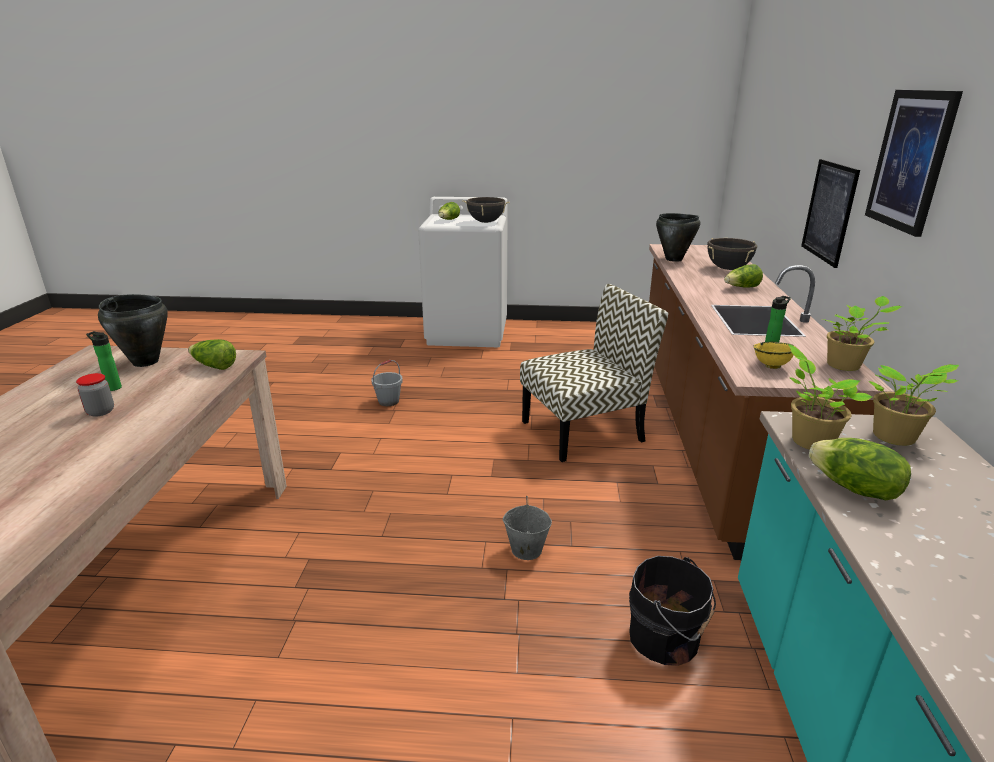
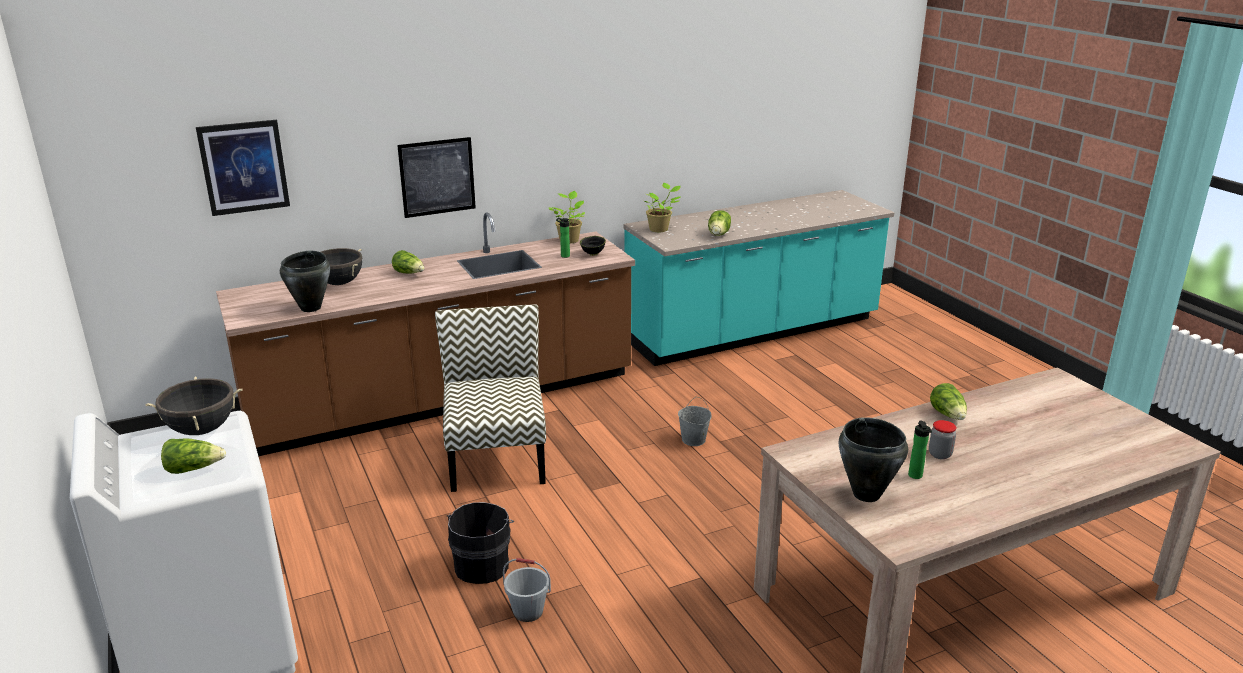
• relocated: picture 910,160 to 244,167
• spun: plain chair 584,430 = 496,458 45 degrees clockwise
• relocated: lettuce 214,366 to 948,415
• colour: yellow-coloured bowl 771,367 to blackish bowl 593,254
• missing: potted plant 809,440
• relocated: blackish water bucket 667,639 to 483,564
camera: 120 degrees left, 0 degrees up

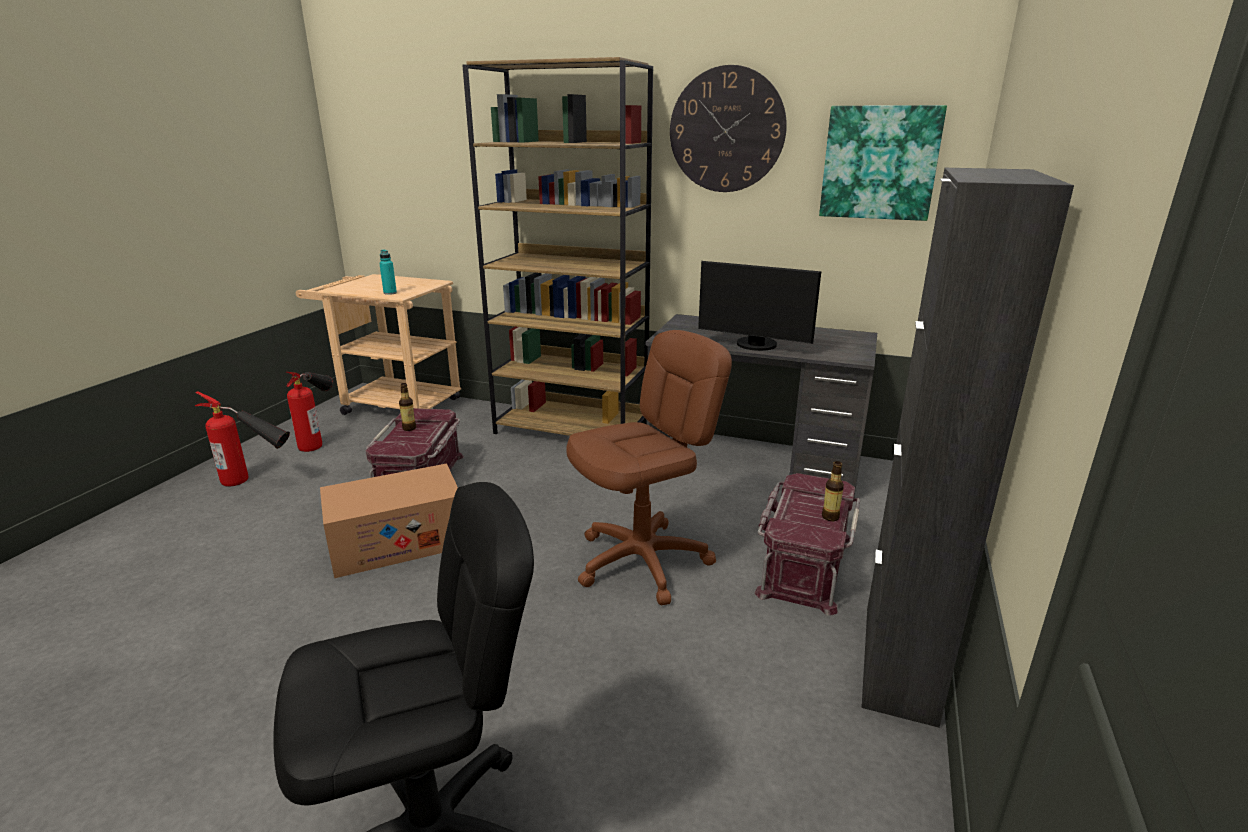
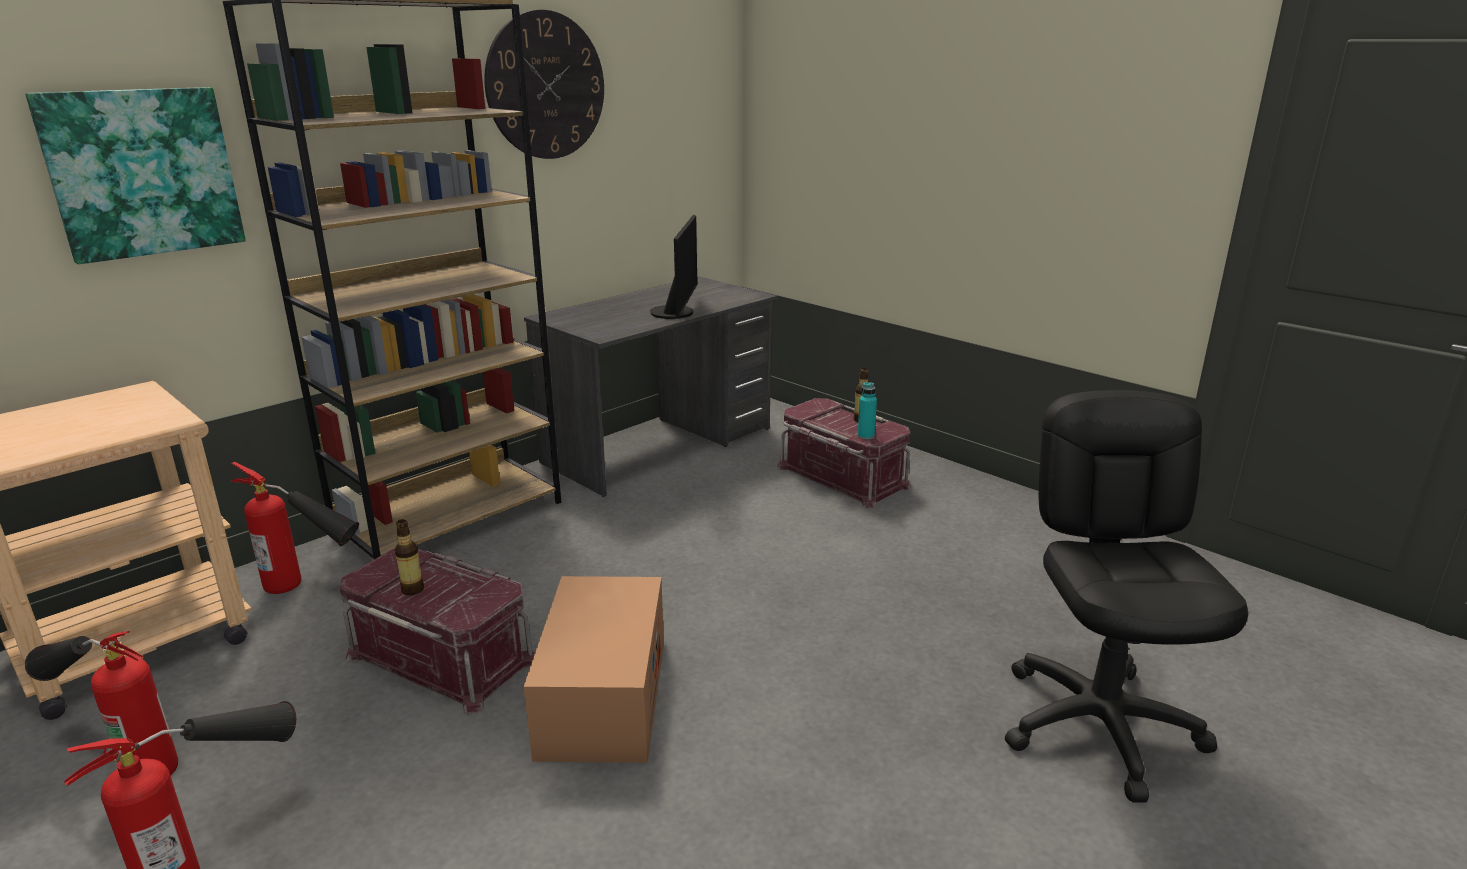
• relocated: picture 879,163 to 143,173
• missing: blackish storage cabinet 899,662
• relocated: turquoise drink bottle 390,293 to 866,436
• spun: computer display 755,345 = 677,313 45 degrees counterclockwise
• missing: brownish computer chair 643,561
• appeared: fire extinguisher 311,589
camera: 65 degrees left, 0 degrees up

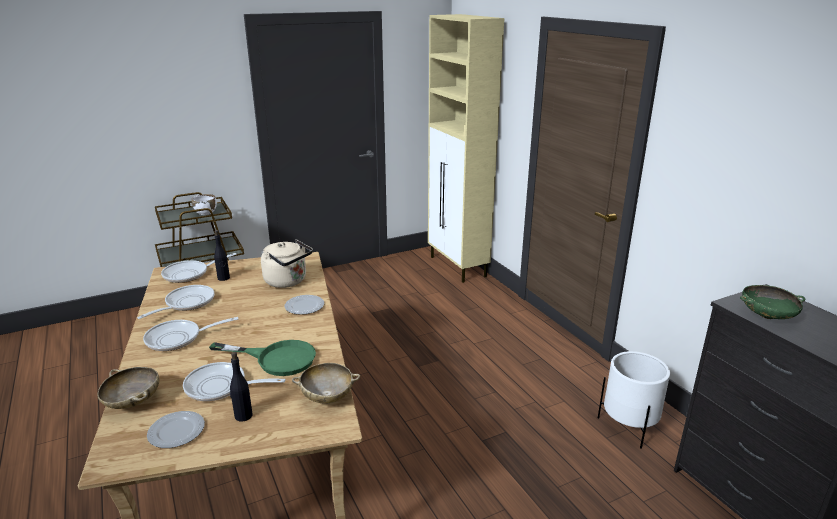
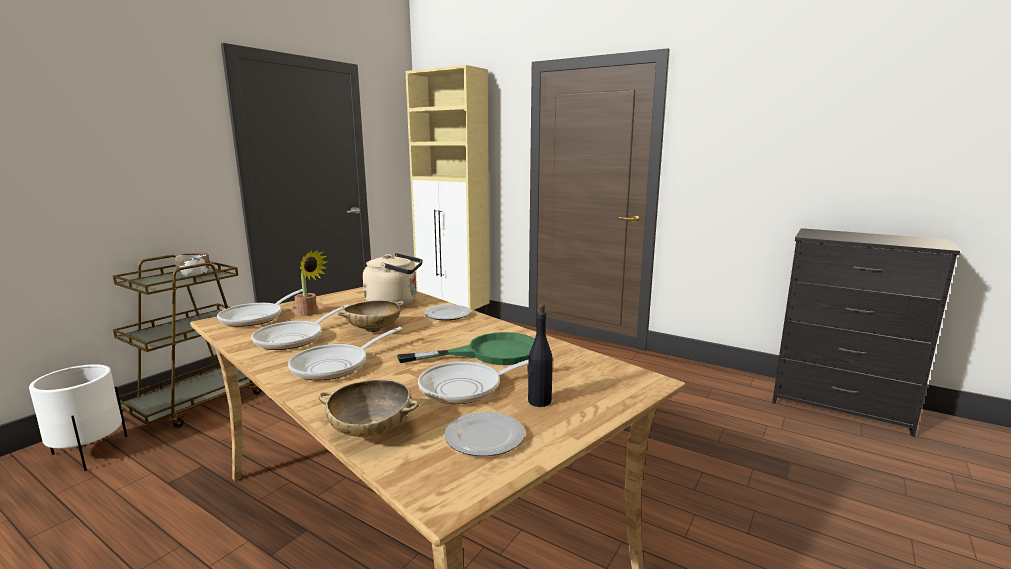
• exchanged: blackish drink bottle 223,278 to potted plant 309,313
• spun: skillet 186,303 = 294,338 150 degrees counterclockwise
• missing: greenish bowl 767,316
• relocated: white plant pot 628,427 to 89,453
• relocated: beige bowl 327,396 to 373,329
camera: 30 degrees left, 10 degrees down

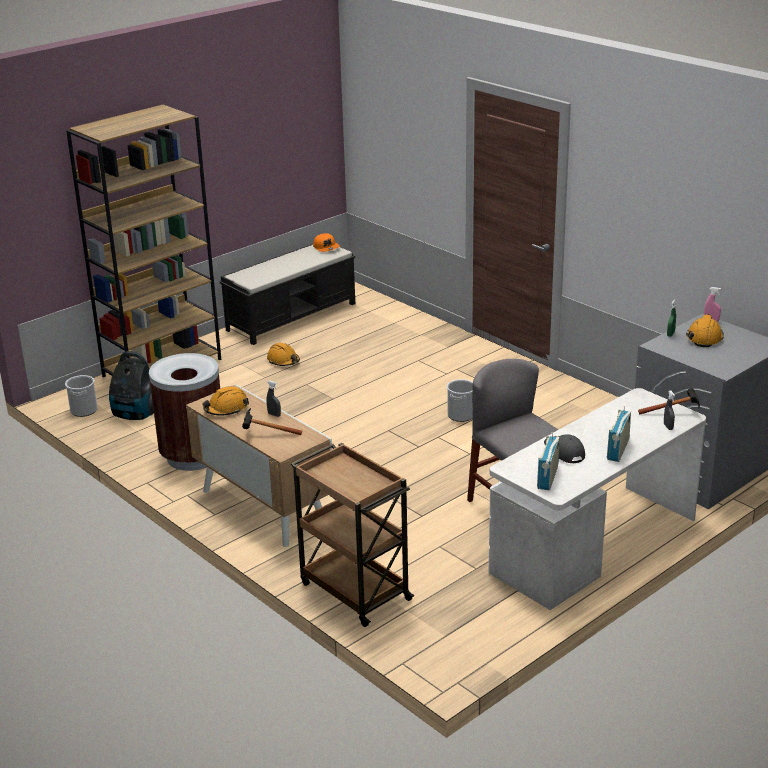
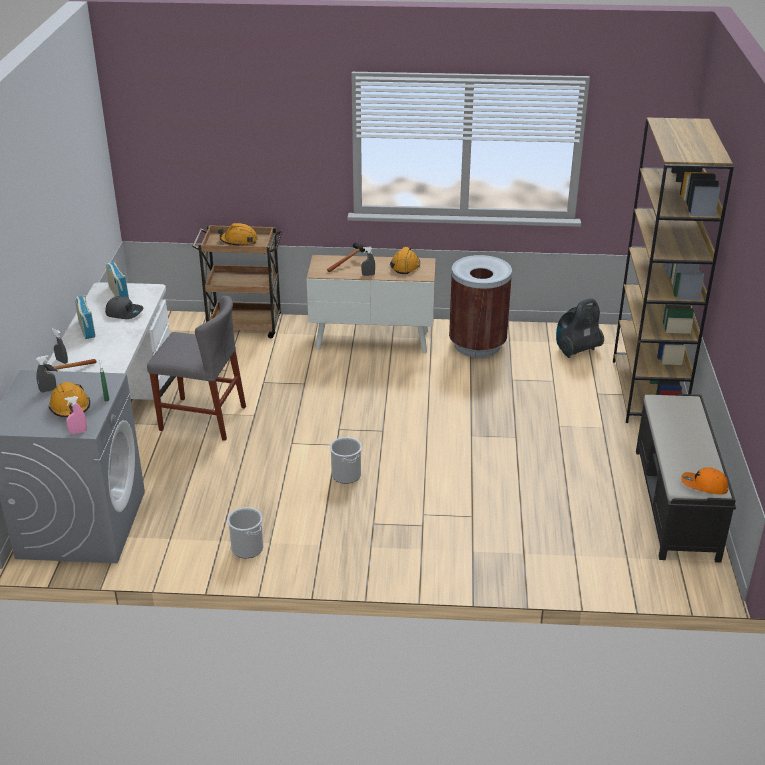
• relocated: orangey work helmet 283,361 to 239,241
• relocated: water bucket 84,410 to 247,548
• appeared: greyish hand sprayer 48,390
camera: 135 degrees right, 5 degrees up

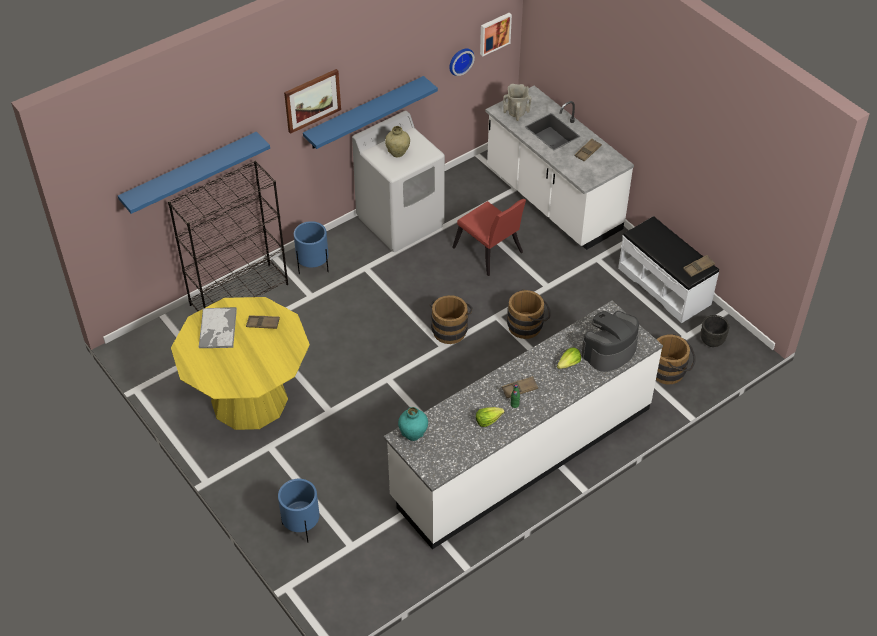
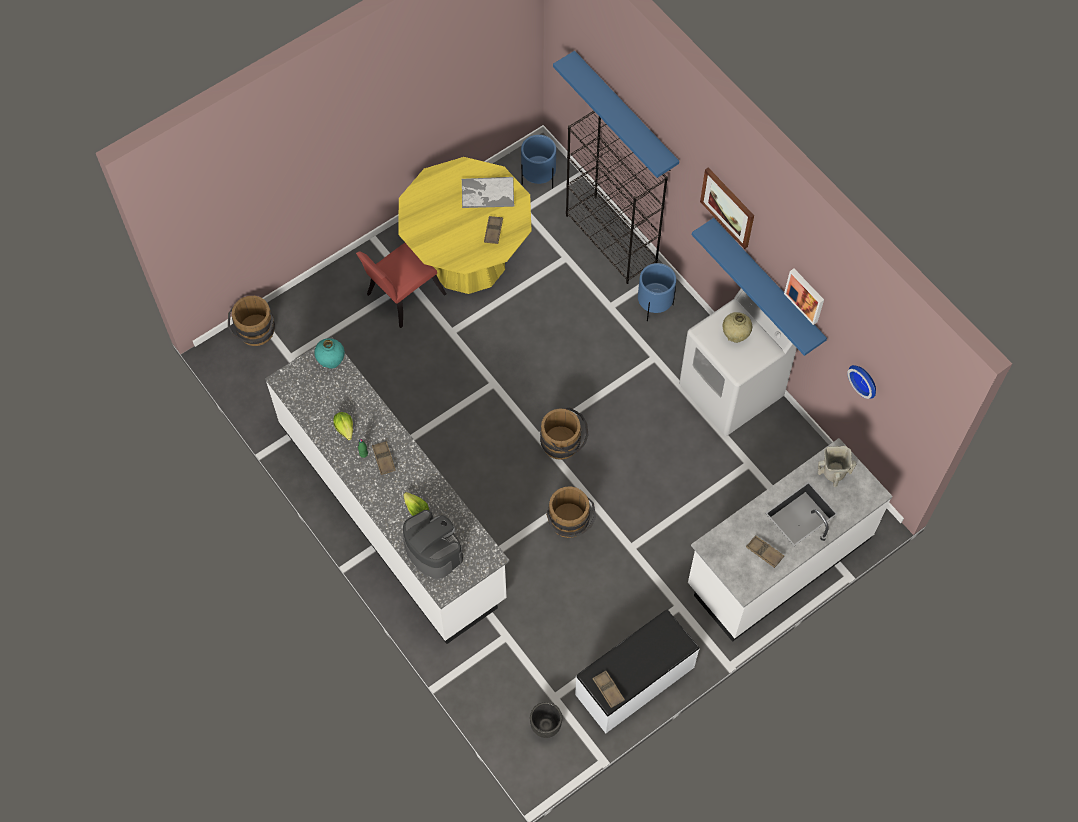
• relocated: picture 494,33 to 805,295
• relocated: reddish plain chair 490,253 to 401,296
• relocated: brownish water bucket 670,371 to 255,334
• relocated: blue-coloured plant pot 301,526 to 538,179
camera: 90 degrees right, 15 degrees up

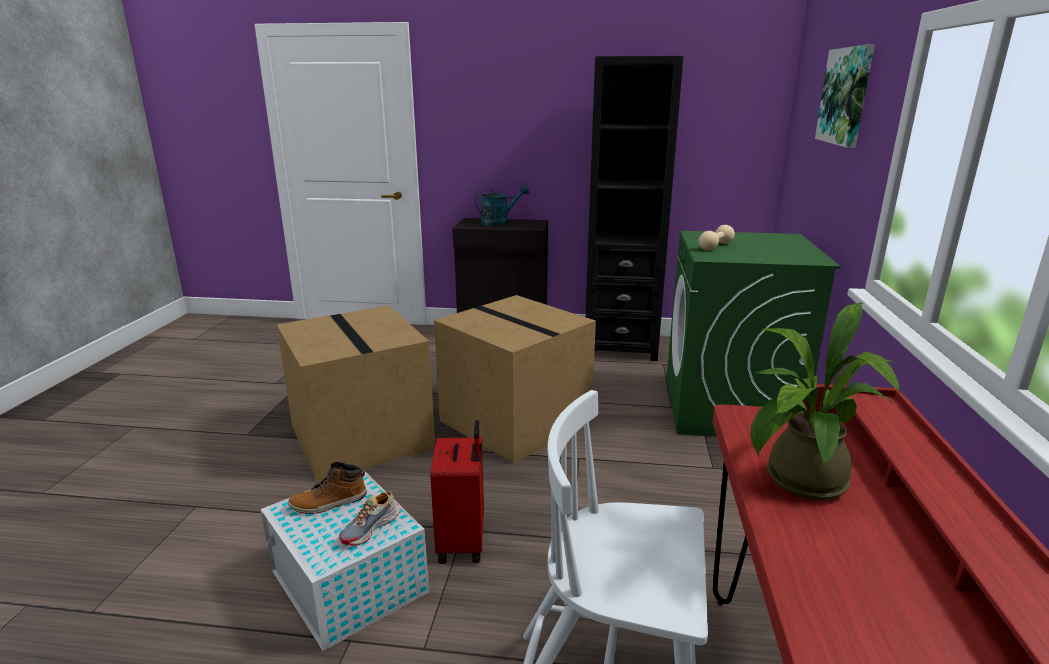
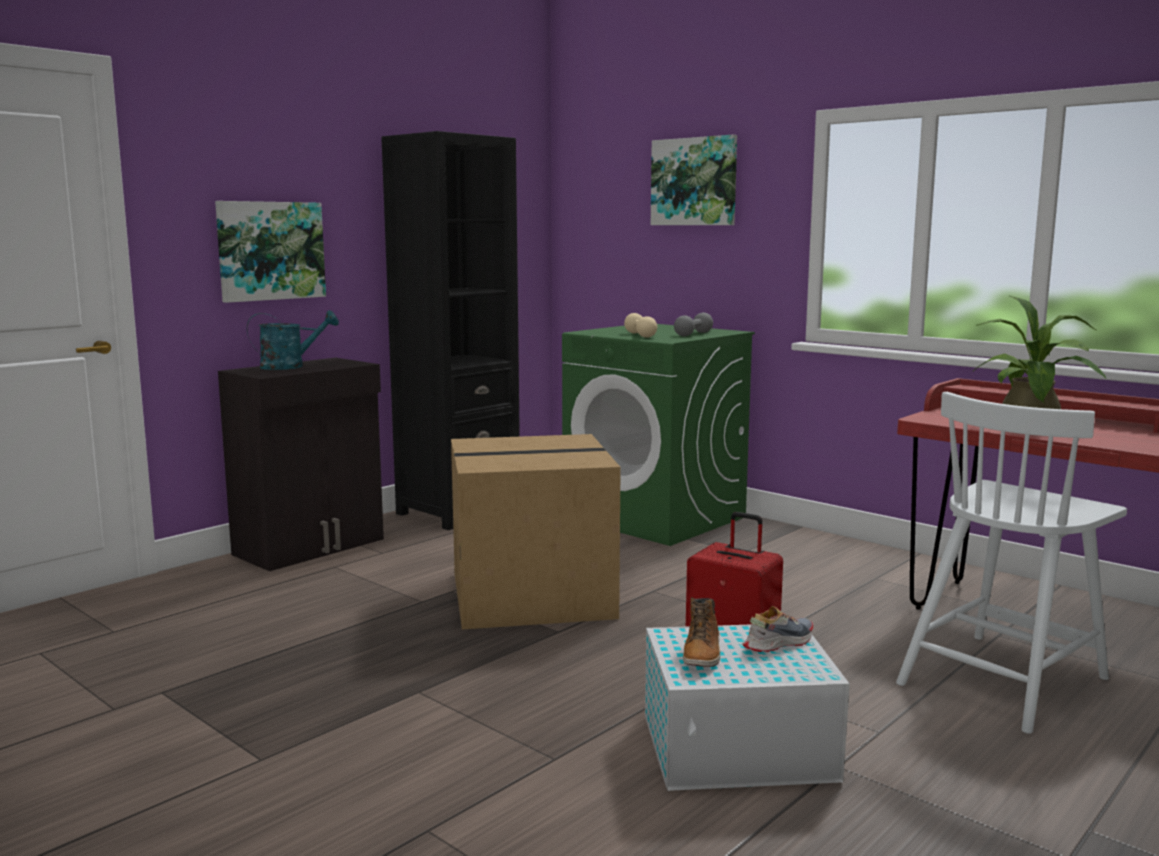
• spun: turquoise sprinkling can 499,222 = 290,366 60 degrees clockwise
• missing: packing box 359,436
• spun: low shoe 371,528 = 778,643 105 degrees counterclockwise
• appeared: picture 270,250
• appeared: greyish dumbbell 693,334
camera: 55 degrees left, 10 degrees down

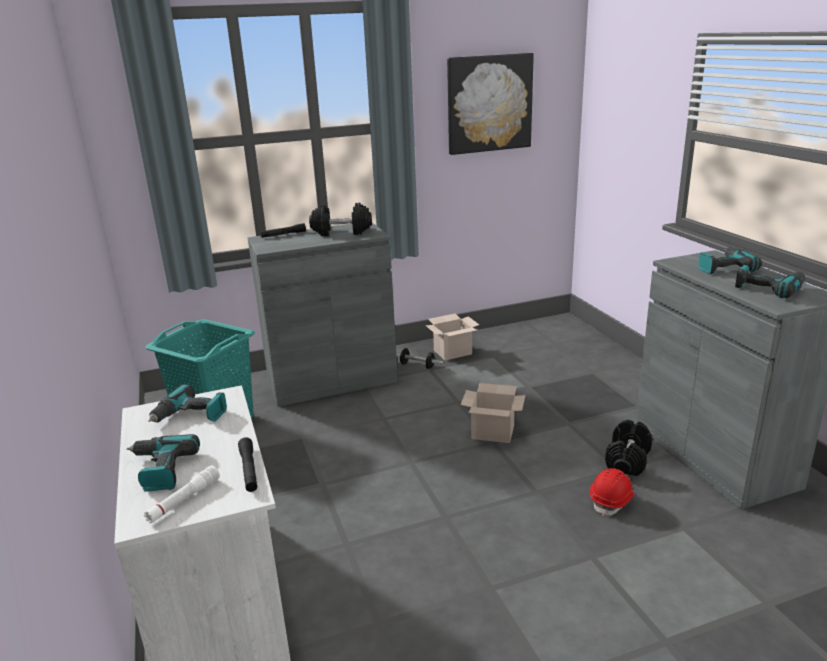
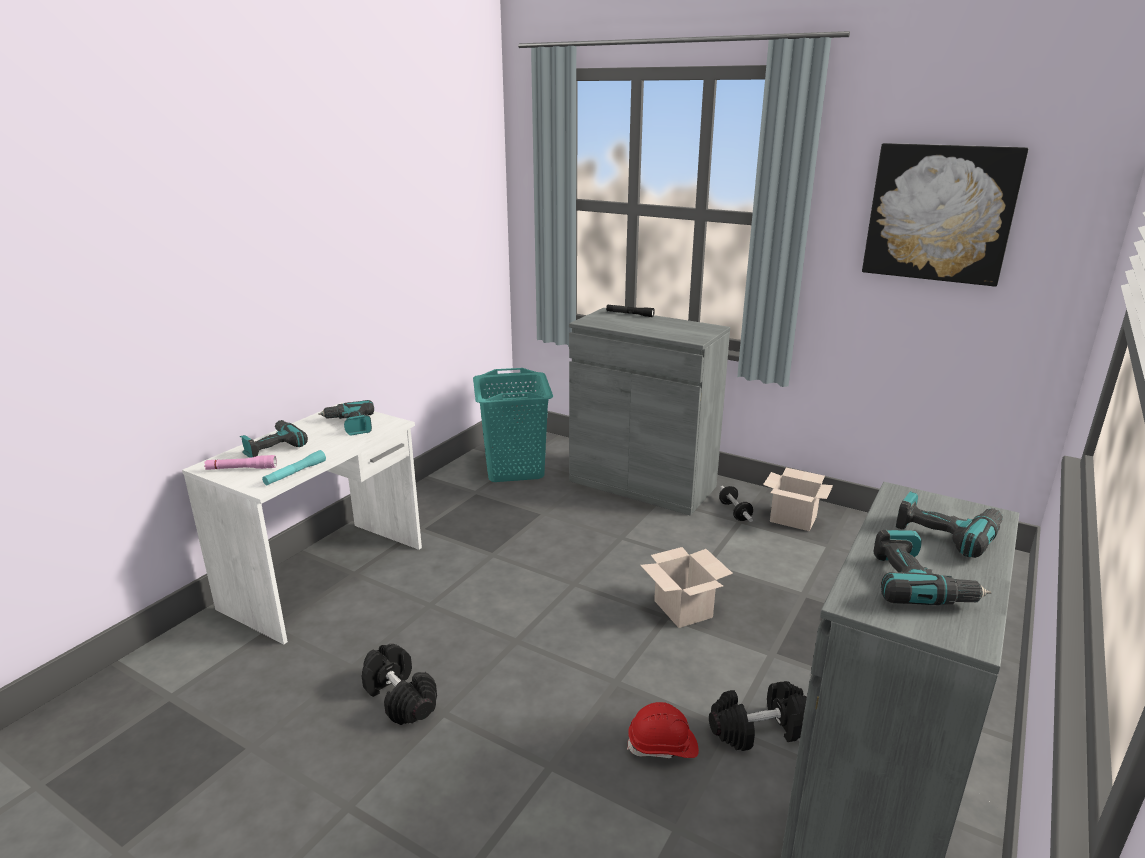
• relocated: blackish dumbbell 341,232 to 399,698
• colour: blackish torch 249,470 to turquoise torch 295,473
• colour: white torch 184,500 to pink torch 241,469
camera: 50 degrees right, 0 degrees up

